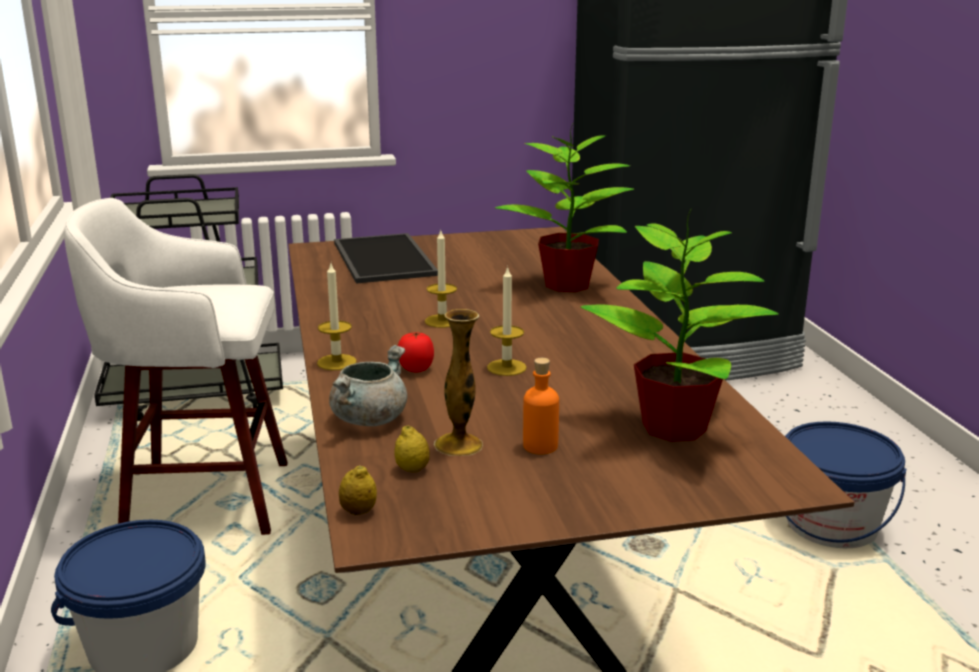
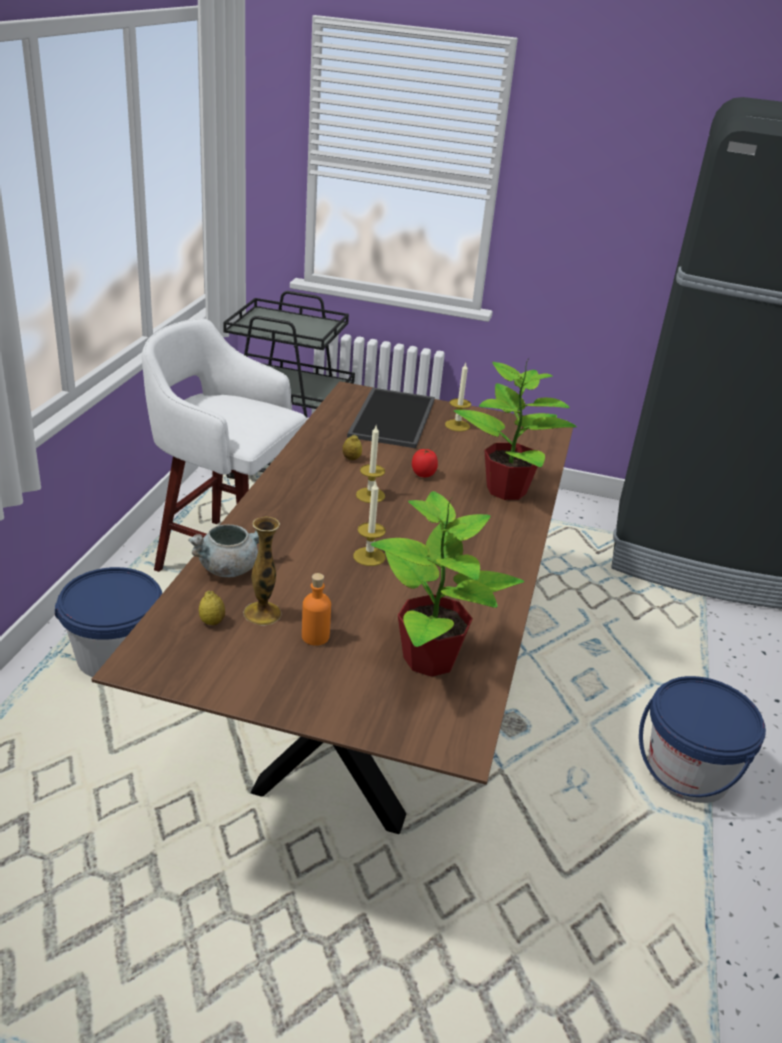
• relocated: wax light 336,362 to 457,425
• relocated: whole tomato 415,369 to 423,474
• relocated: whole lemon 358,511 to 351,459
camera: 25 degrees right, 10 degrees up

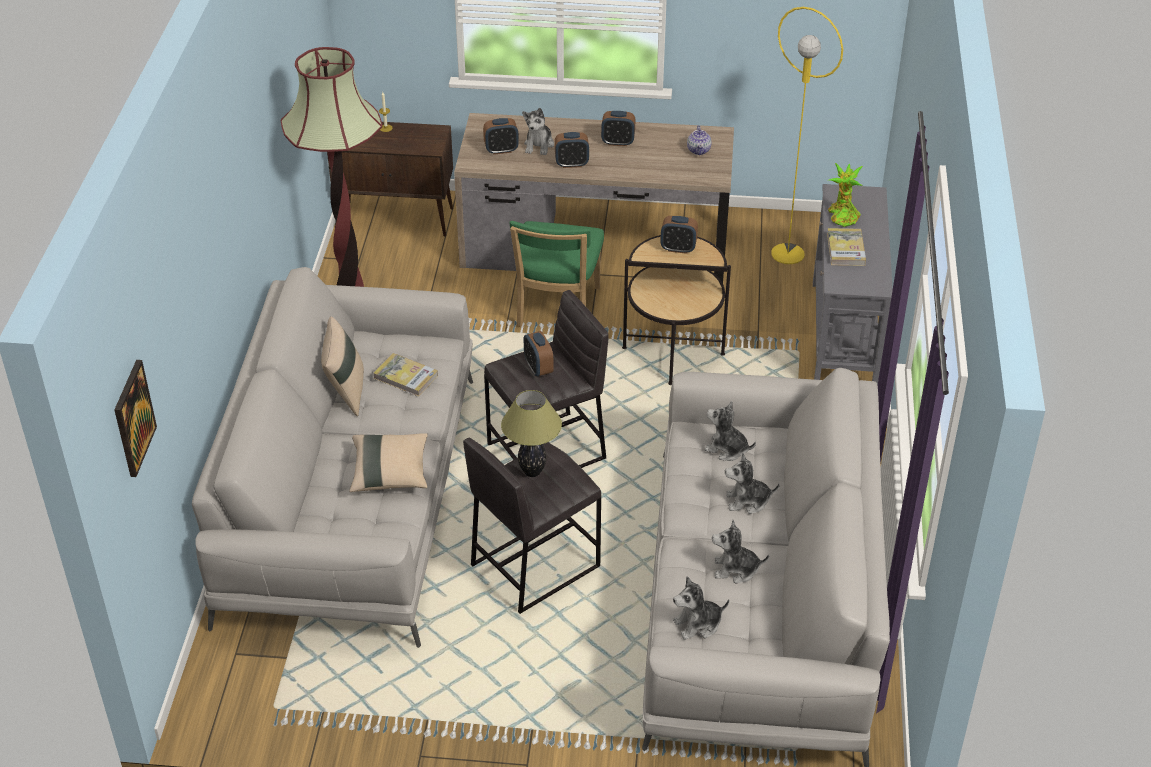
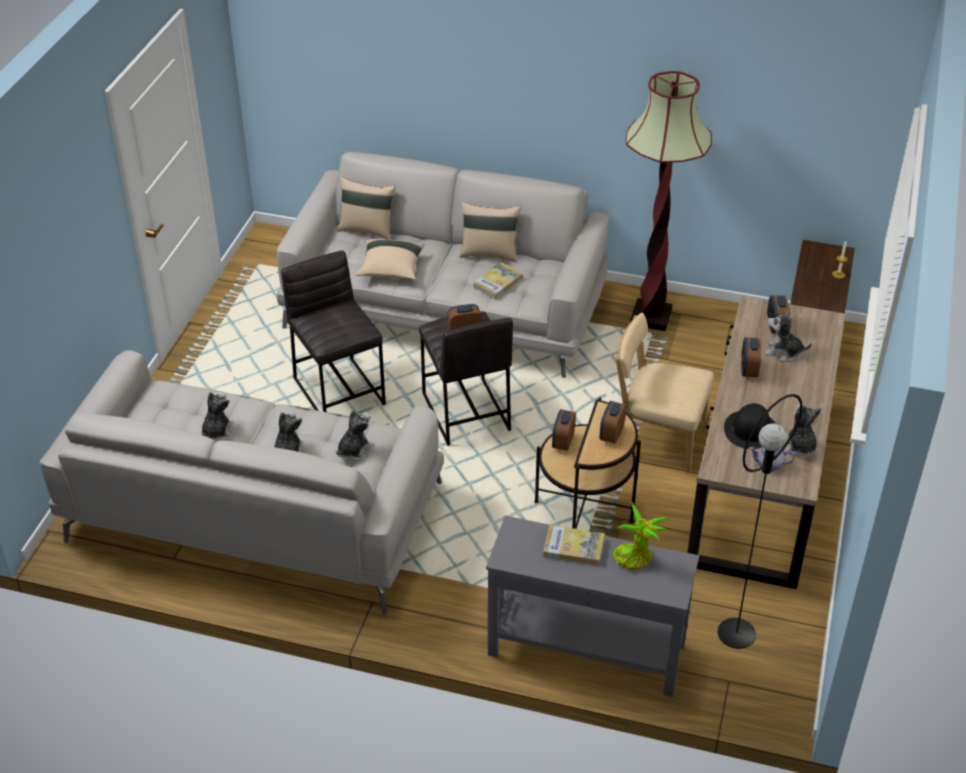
• colour: yellow-coloured standing lamp 788,254 to blackish standing lamp 736,633
• relocated: bedside clock 618,142 to 563,442
• colour: greenish plain chair 556,310 to beige plain chair 657,440
• missing: picture 133,418
• missing: lamp for a table 532,471
• relocated: soft toy 698,624 to 800,447
• appeared: beige cushion 367,230
• appeared: blackish wearable hat 750,429
camera: 100 degrees right, 0 degrees up

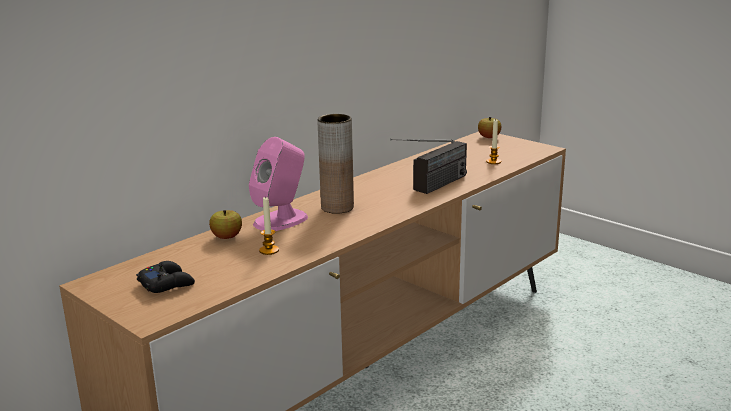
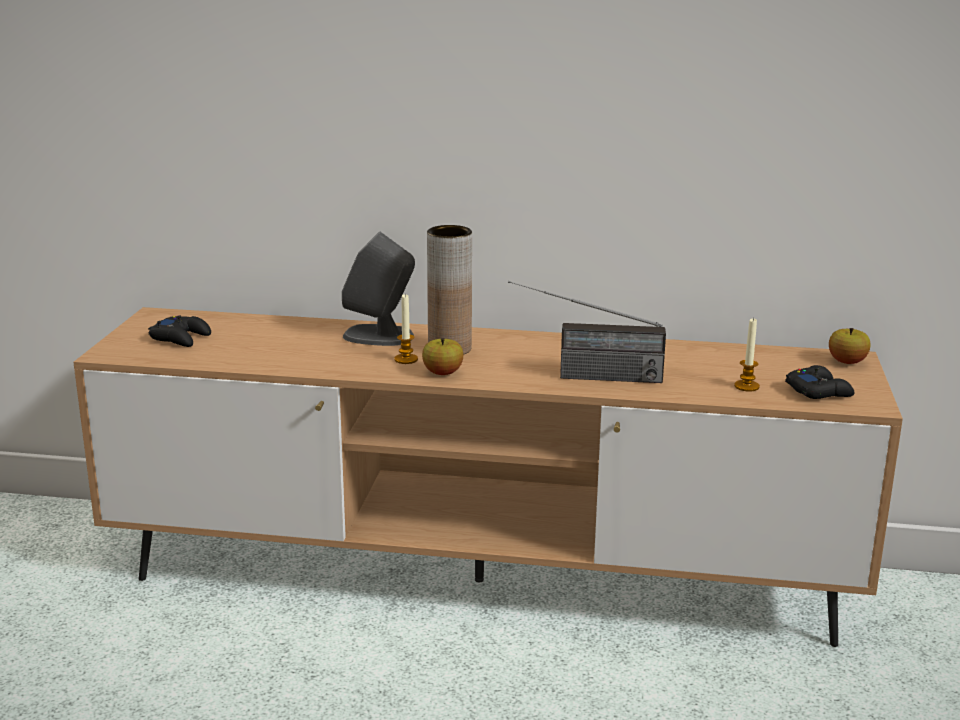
• colour: pink loudspeaker 281,220 to greyish loudspeaker 379,336
• relocated: wax light 269,250 to 406,359
• relocated: apple 227,237 to 442,373
• appeared: blackish gamepad 818,391
camera: 55 degrees right, 0 degrees up

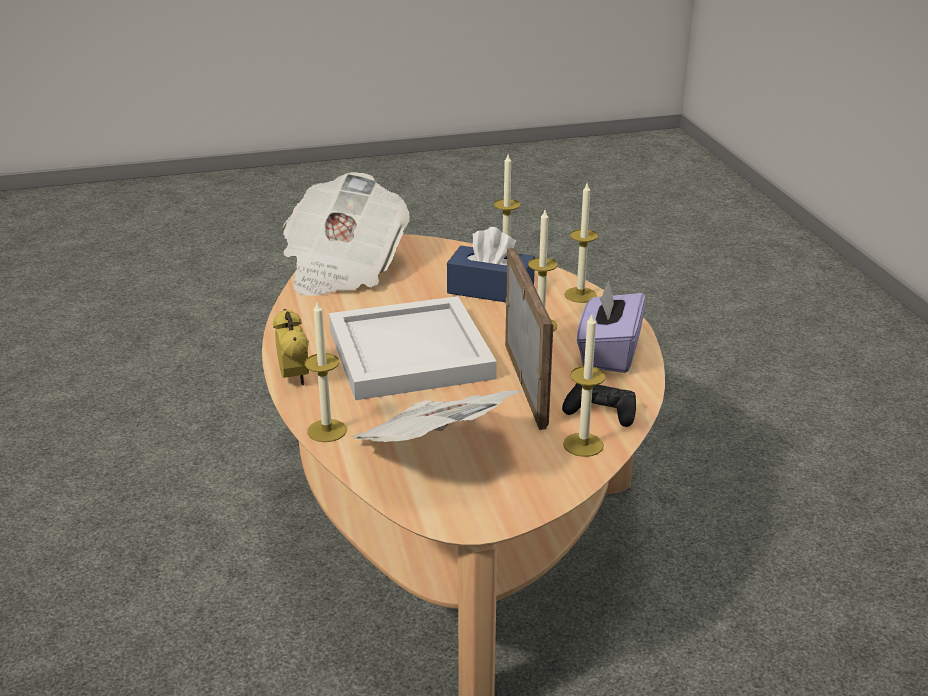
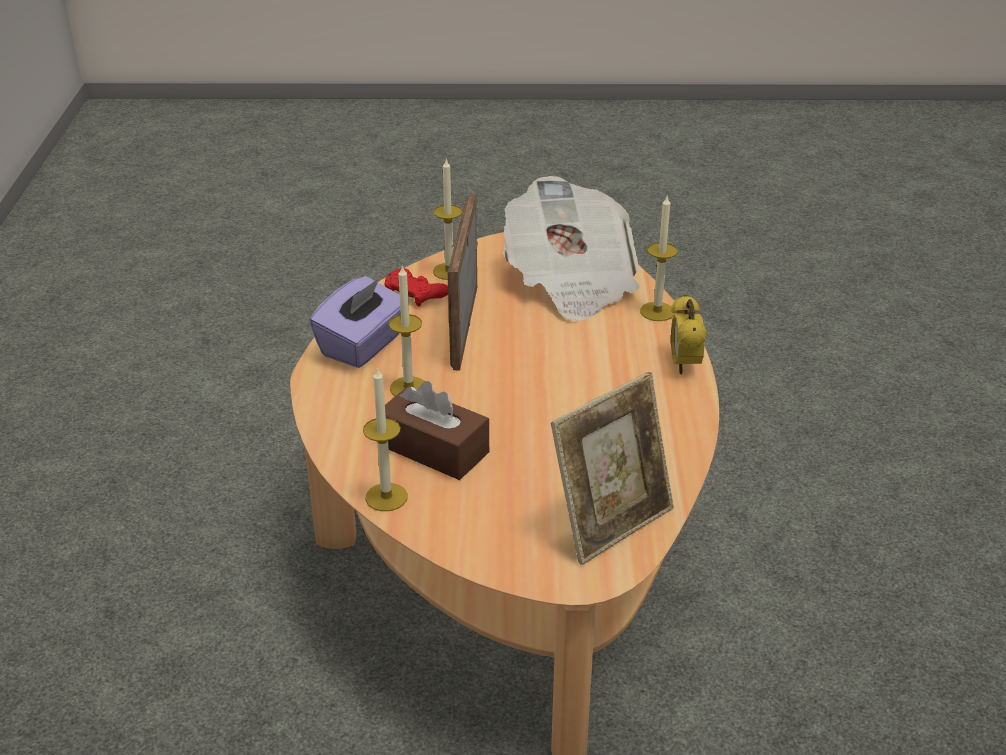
• exchanged: newspaper 342,268 to picture frame 611,523
• missing: wax light 580,295
• colour: blue-coloured tissue holder 490,290 to brownish tissue holder 434,449
• missing: white serving tray 408,355
• colour: blackish gamepad 601,411 to reddish gamepad 415,293
camera: 165 degrees left, 5 degrees up

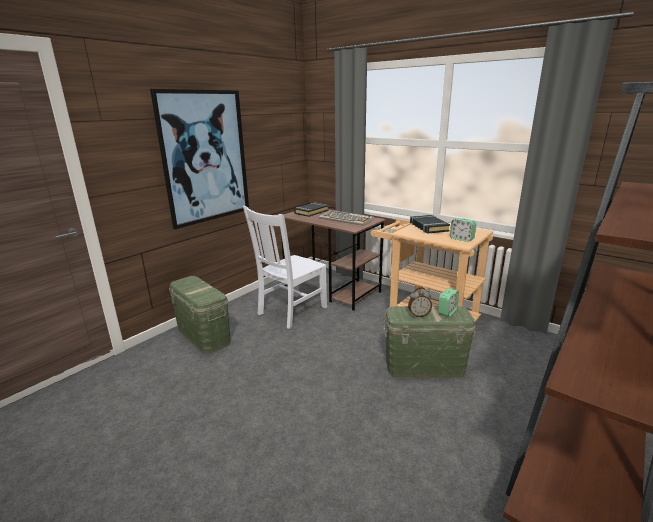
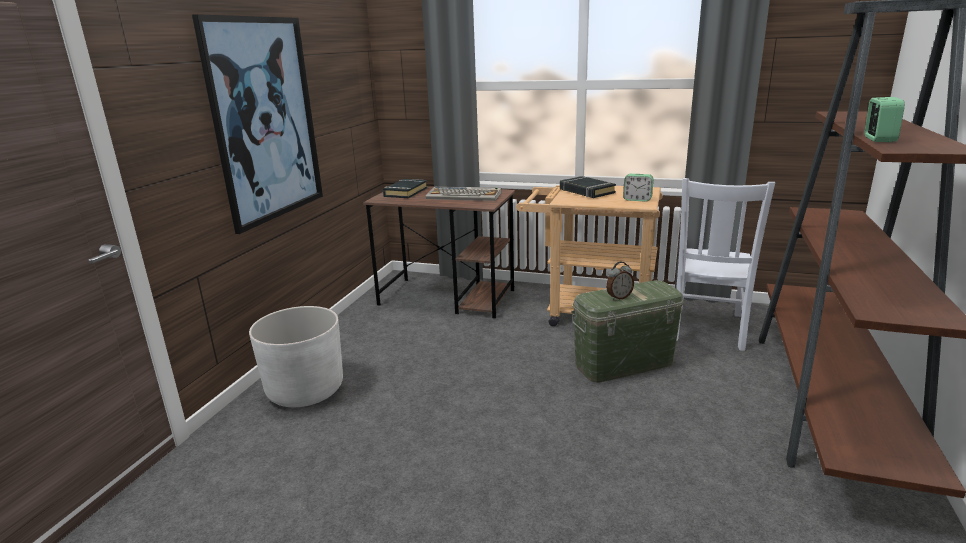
• relocated: white plain chair 290,311 to 707,329
• exchanged: greenish storage bin 204,336 to white plant pot 305,390
• relocated: bedside clock 447,312 to 879,139
camera: 20 degrees left, 0 degrees up

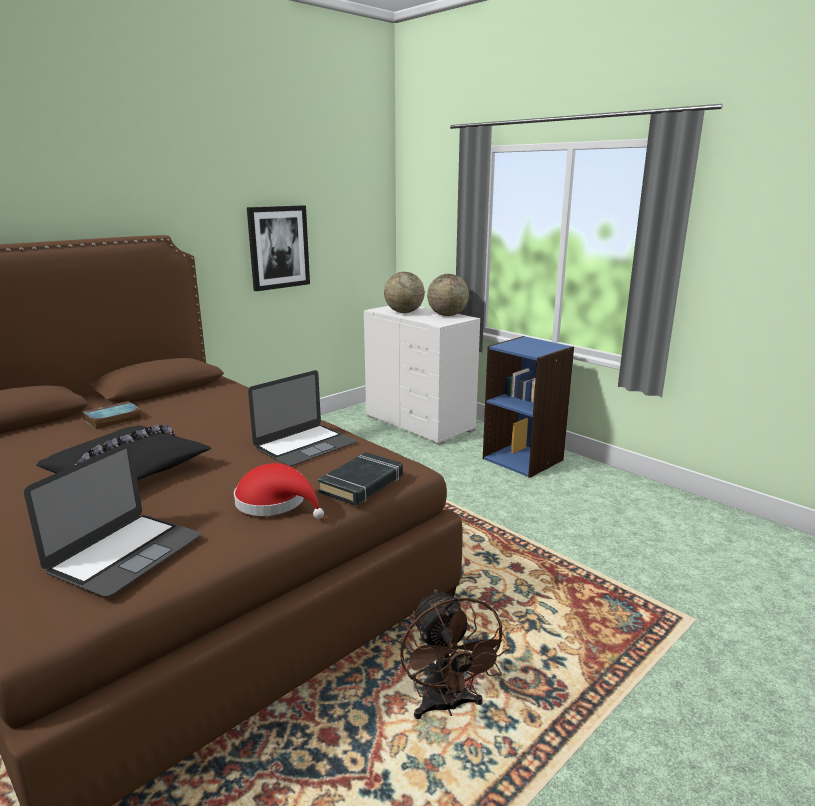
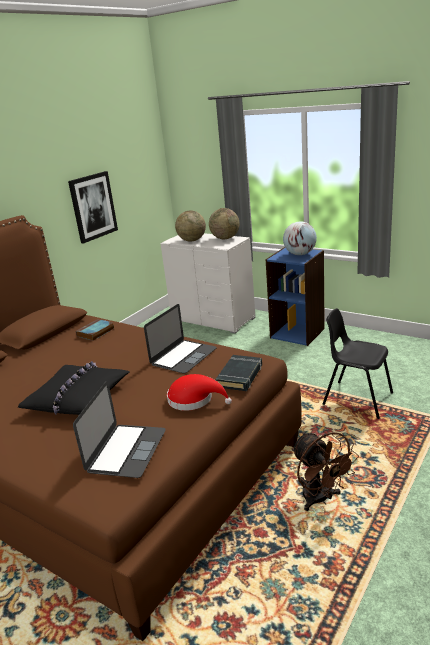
• relocated: book 112,419 to 95,332
• appeared: desk globe 300,254
• appeared: blackish plain chair 357,398
camera: 10 degrees left, 5 degrees up

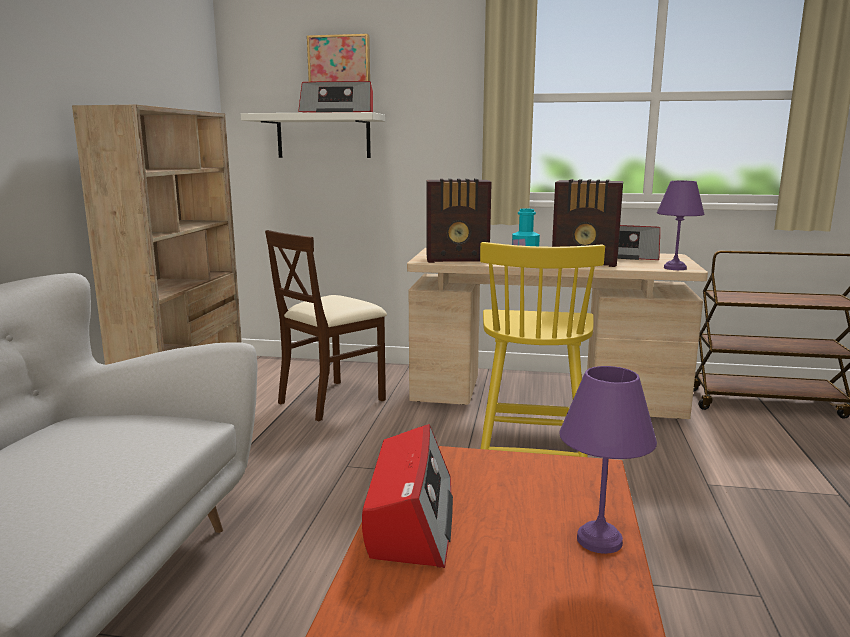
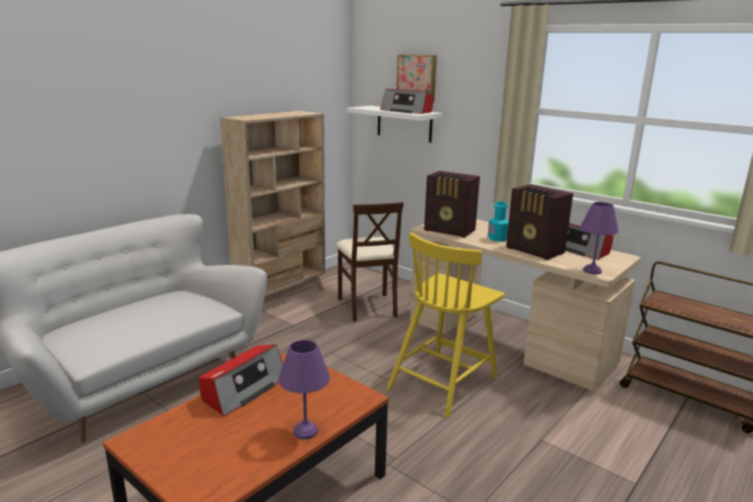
• spun: beige plain chair 331,400 = 368,307 90 degrees counterclockwise
camera: 30 degrees right, 5 degrees up

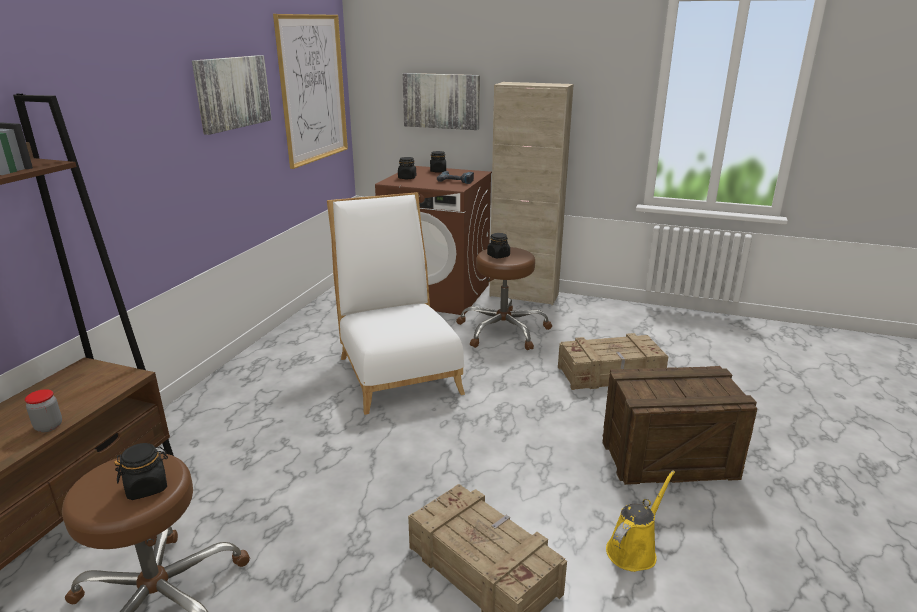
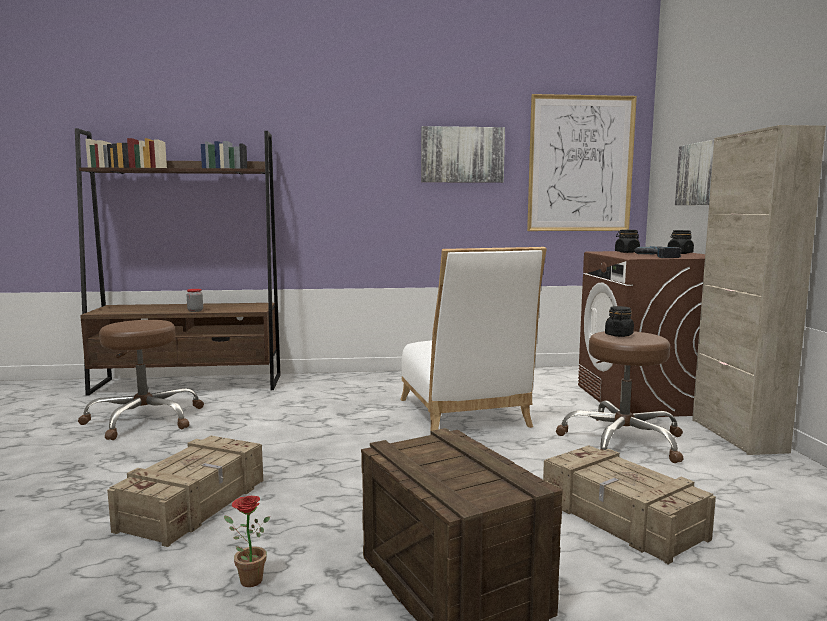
• spun: white plain chair 397,370 = 465,416 120 degrees clockwise
• missing: blackish preserve jar 147,487
• exchanged: yellow-coloured sprinkling can 634,549 to potted plant 246,580
camera: 65 degrees right, 15 degrees down

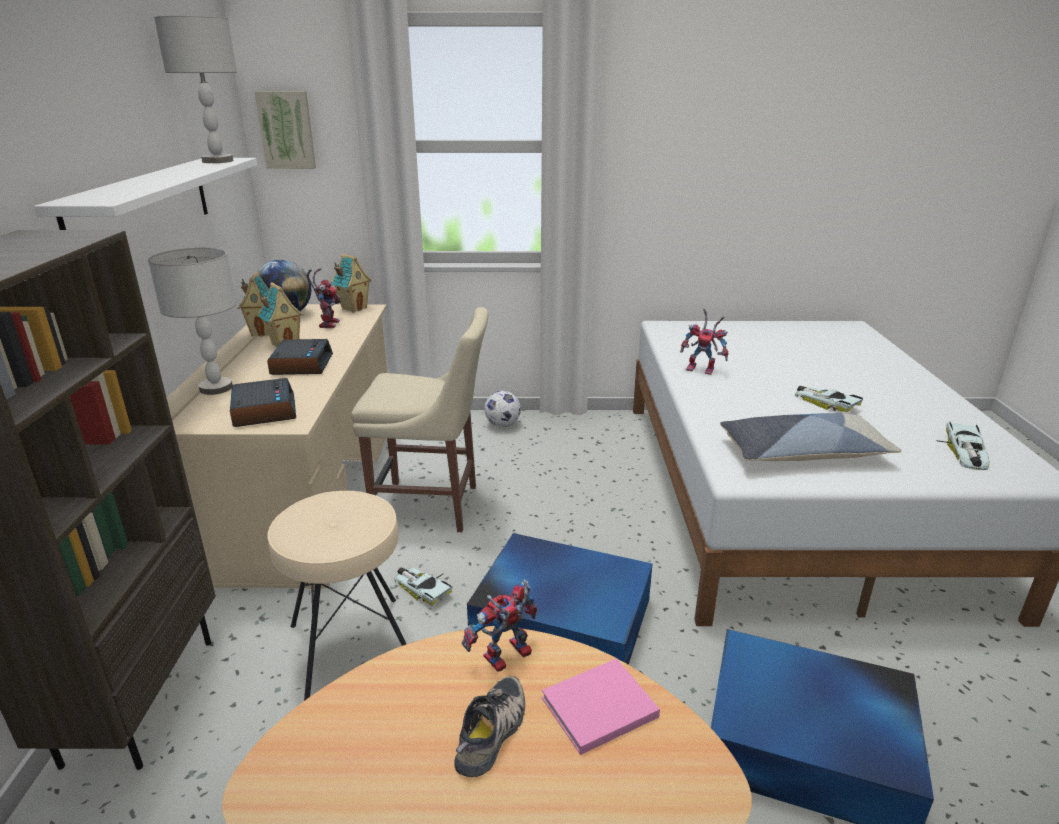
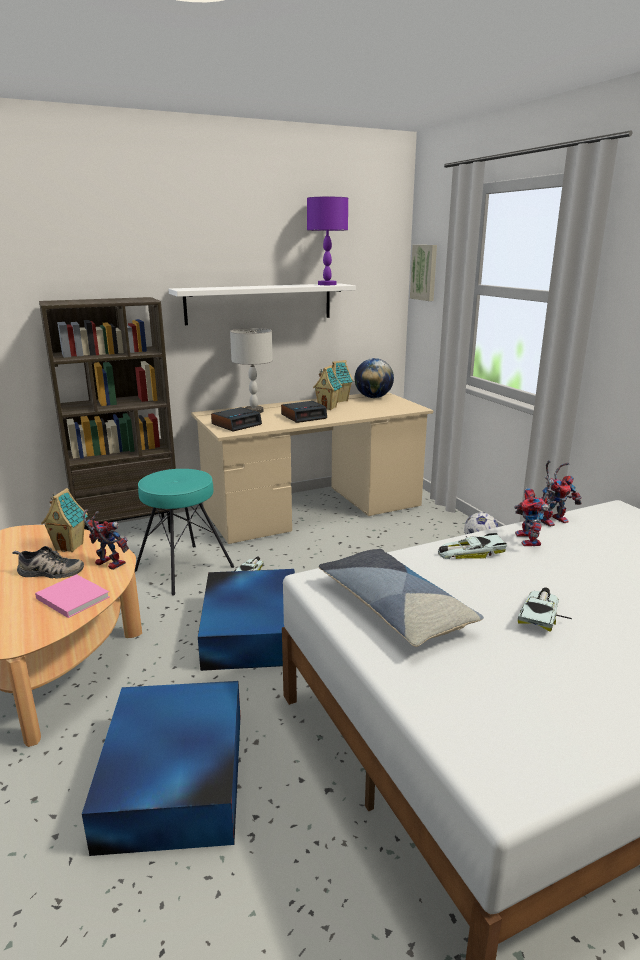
• colour: greyish lamp for a table 218,161 to purple lamp for a table 327,284
• relocated: model house 354,308 to 70,546
• relocated: toy robot 328,323 to 553,520
• missing: beige plain chair 432,506
• relocated: model car 965,451 to 470,551
• colour: beige stool seat 352,651 to turquoise stool seat 183,568
camera: 65 degrees right, 5 degrees down

